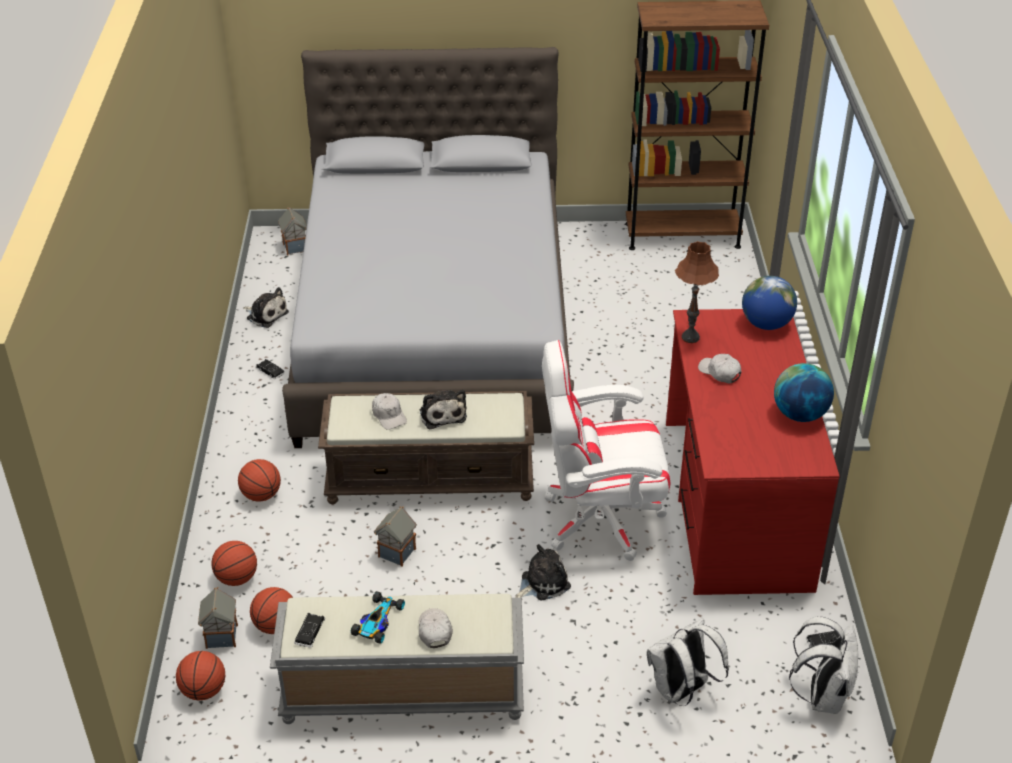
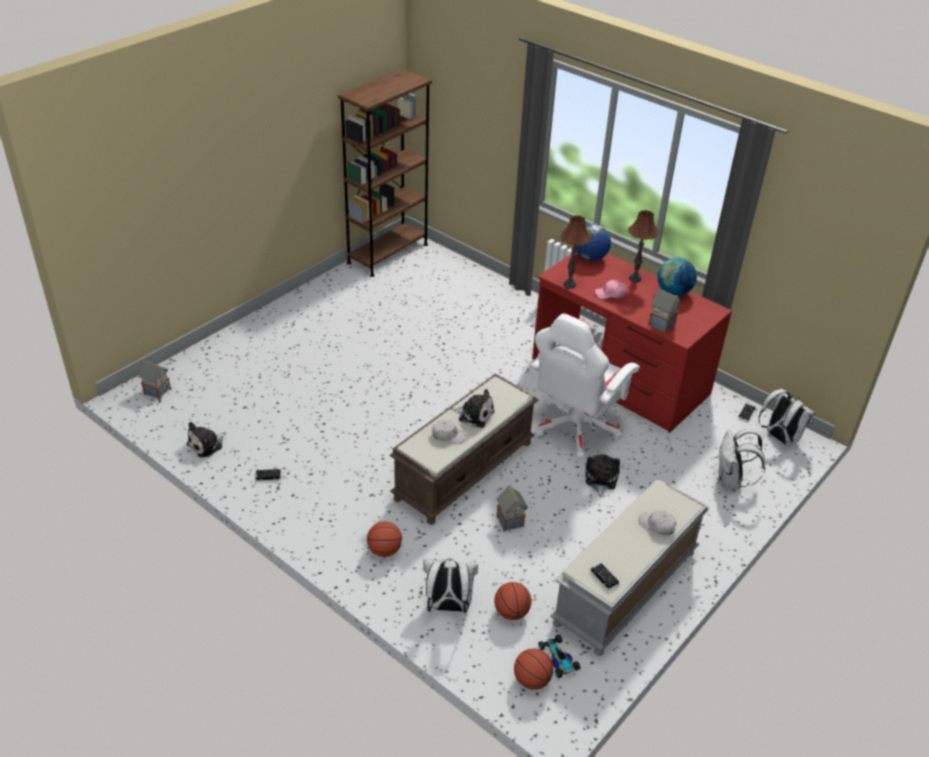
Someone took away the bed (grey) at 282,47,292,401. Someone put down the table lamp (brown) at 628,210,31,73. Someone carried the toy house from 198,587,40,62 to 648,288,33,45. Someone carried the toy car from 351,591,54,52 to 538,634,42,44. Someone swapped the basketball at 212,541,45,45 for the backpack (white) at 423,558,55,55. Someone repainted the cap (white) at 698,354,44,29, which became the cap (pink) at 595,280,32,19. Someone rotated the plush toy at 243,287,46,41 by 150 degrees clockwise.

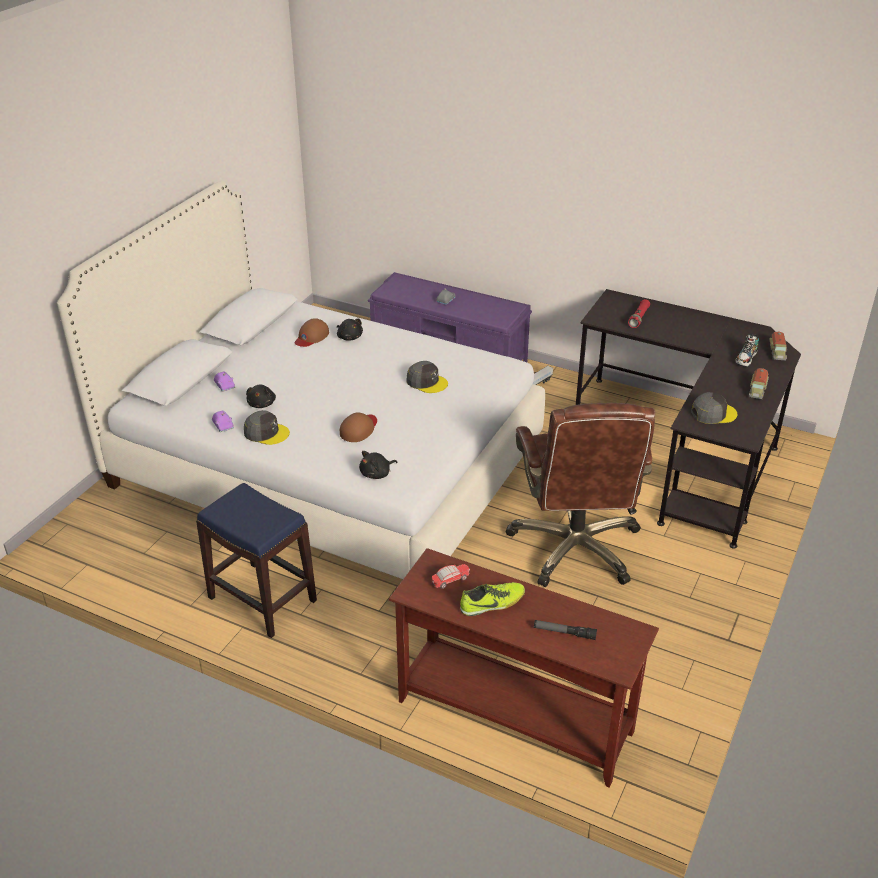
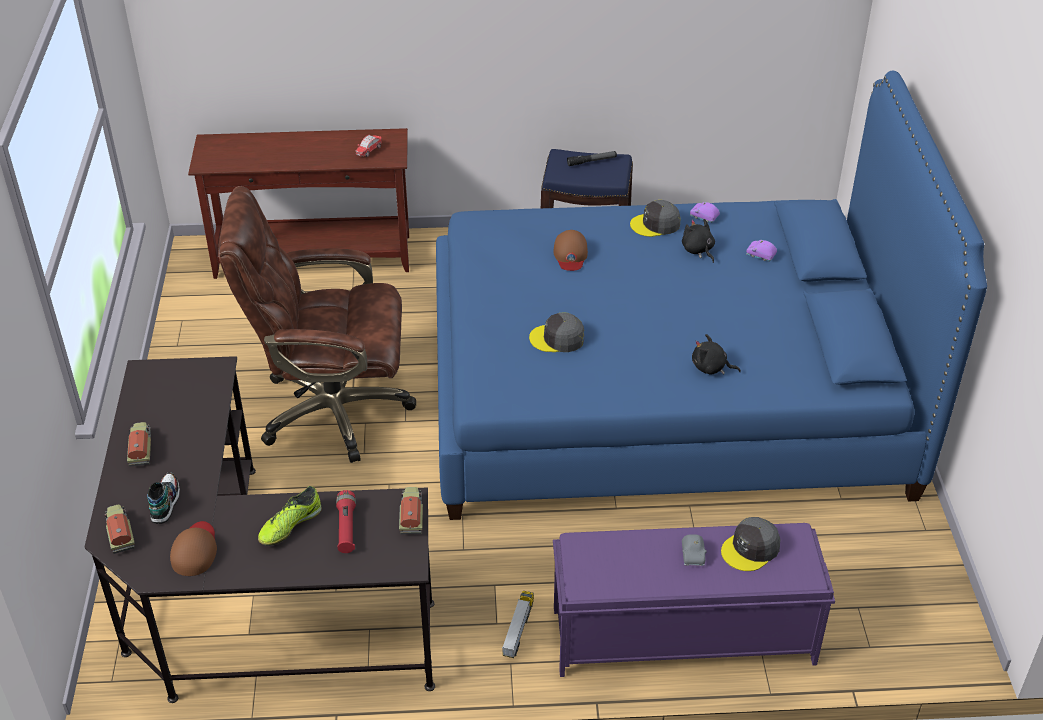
Someone took away the plush toy (black) at 359,451,38,28. Someone put down the toy truck at 399,487,24,47. Someone carried the cap (brown) from 294,318,35,29 to 170,521,47,55. Someone carried the shoe from 460,582,65,34 to 258,486,64,60. Someone carried the flashlight from 534,620,63,20 to 567,151,50,15. Someone carried the cap (grey) from 691,392,46,32 to 721,517,59,54. Someone repainted the bed (white) at 57,181,488,398, which became the bed (blue) at 436,71,551,449. Someone rotated the office chair (brown) at 506,403,149,184 by 60 degrees counterclockwise.

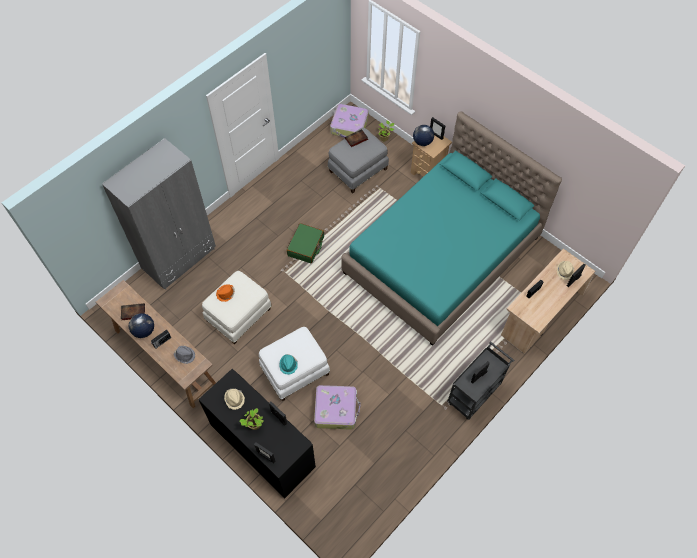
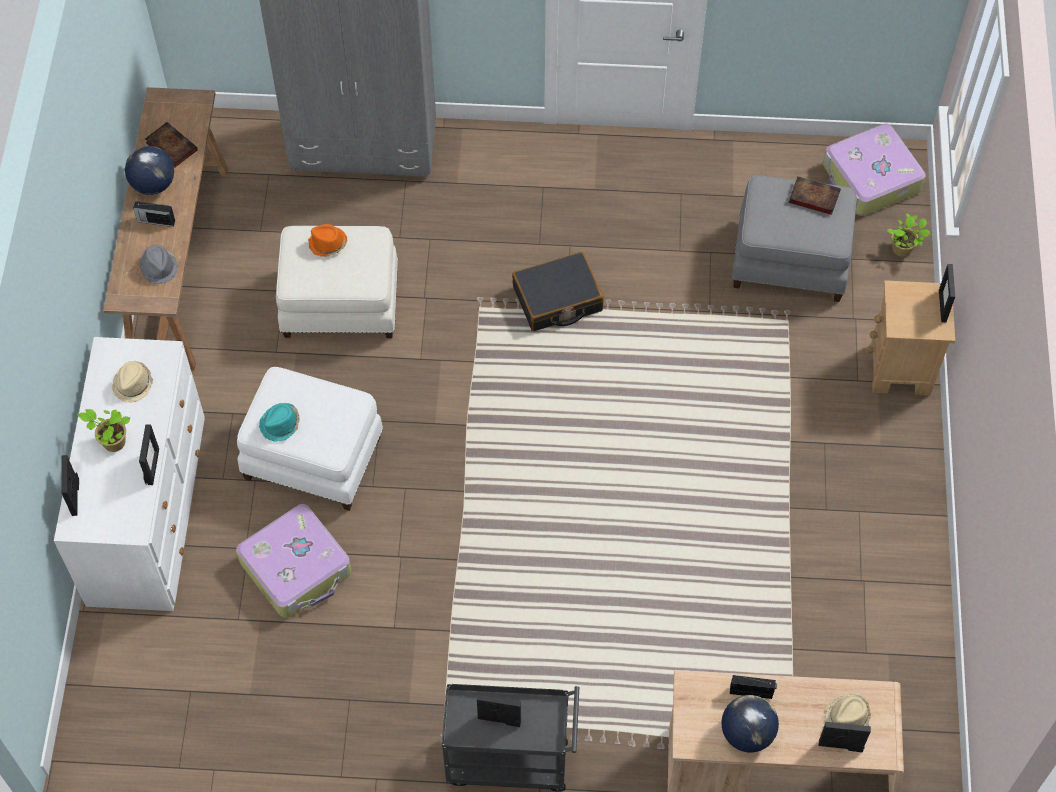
Someone took away the bed (turquoise) at 341,111,221,235. Someone carried the globe from 413,125,21,21 to 722,695,57,58. Someone repainted the dresser (black) at 198,369,118,129, which became the dresser (white) at 54,337,151,274. Someone repainted the suitcase (green) at 287,223,37,40, which became the suitcase (black) at 512,252,92,79.

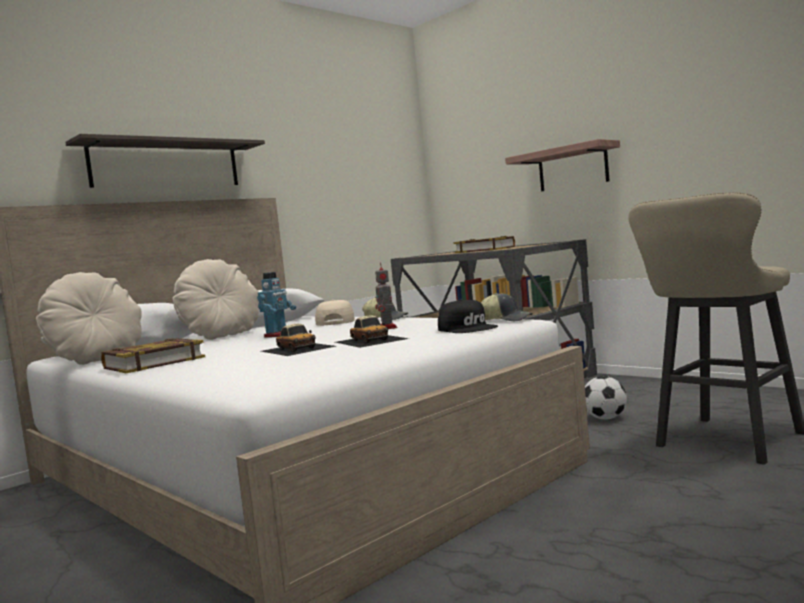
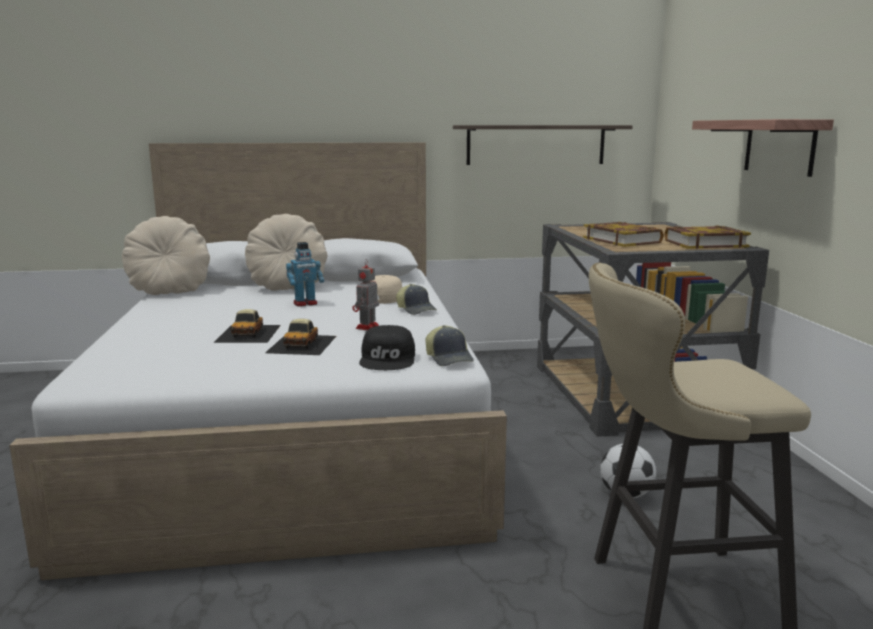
Someone carried the shelf from 65,134,200,54 to 453,125,180,40. Someone carried the book from 101,338,104,35 to 665,225,86,24.

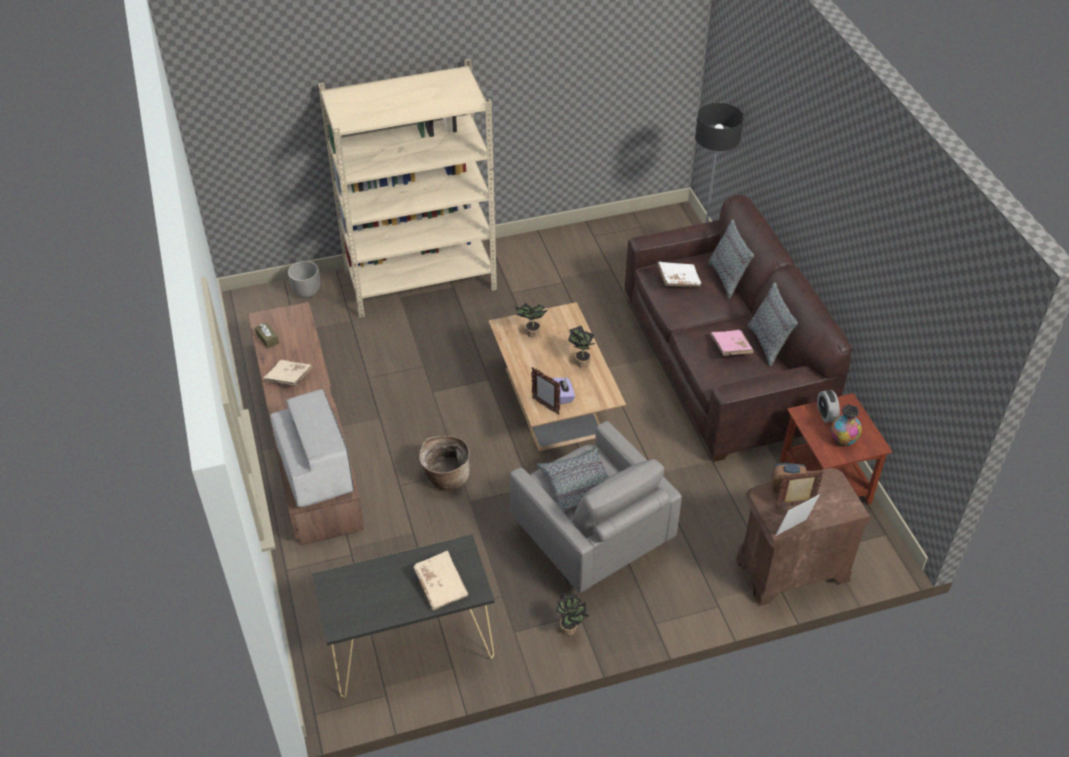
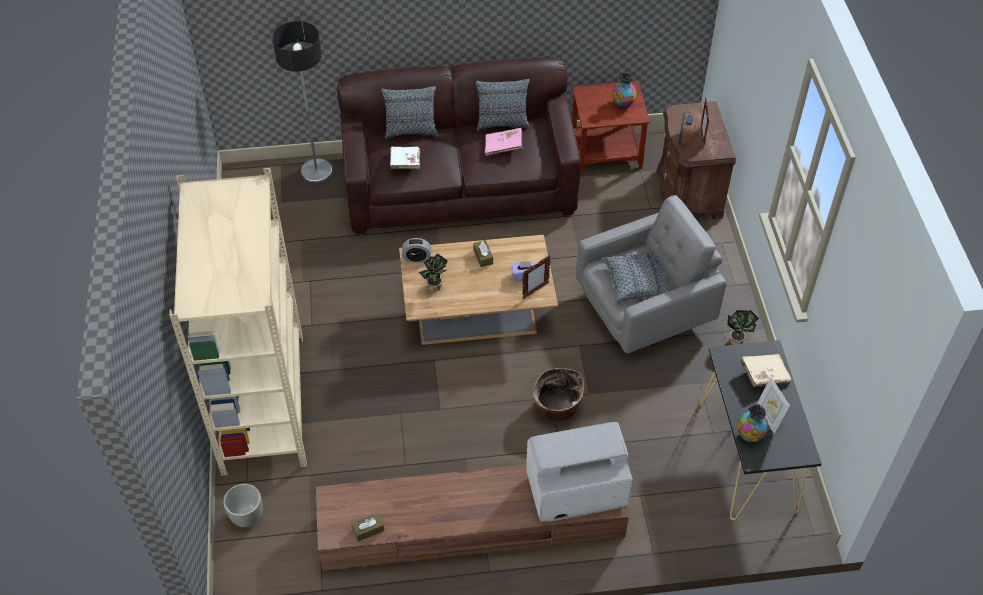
Someone took away the book (beige) at 263,360,51,26. Someone put down the vase at 737,404,31,39. Someone carried the picture frame from 775,494,45,42 to 756,377,34,57. Someone carried the alarm clock from 817,390,23,33 to 402,238,29,24. Someone swapped the potted plant at 568,325,28,43 for the tissue box (brown) at 473,240,20,27.

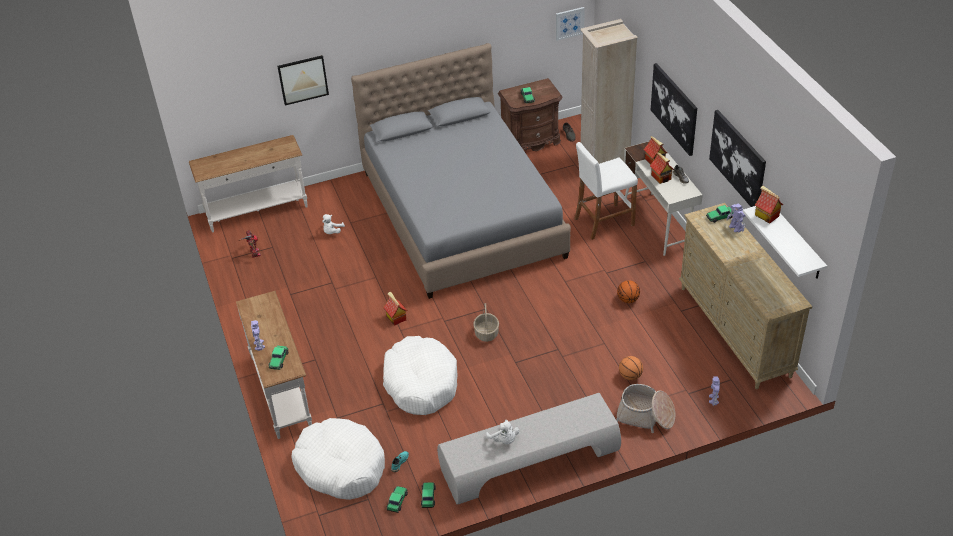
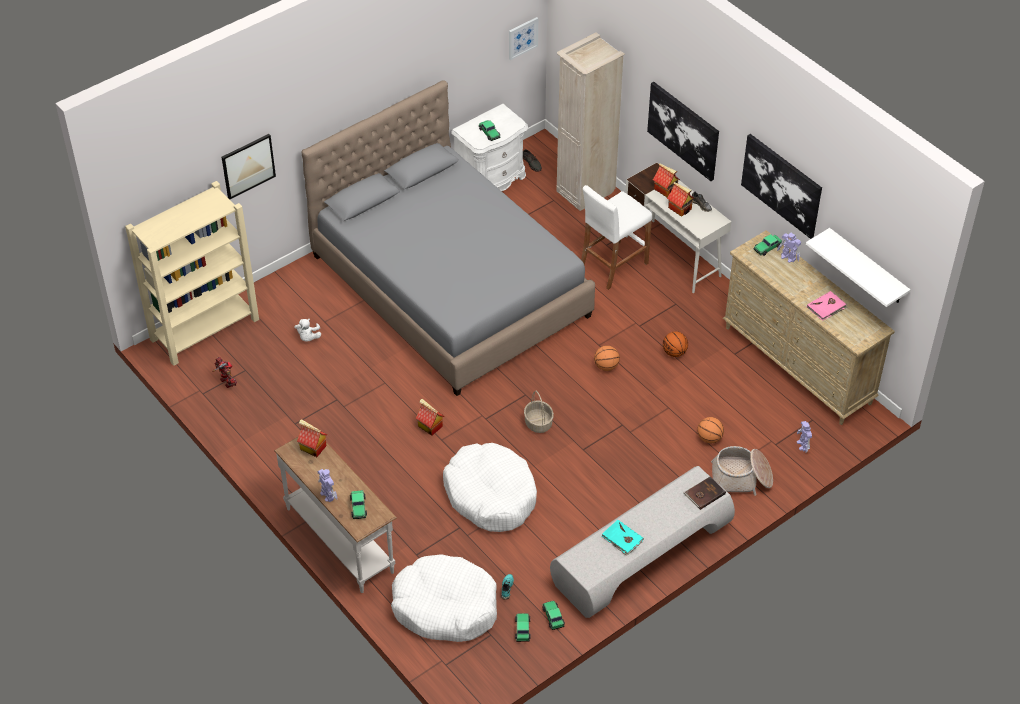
Someone put down the basketball at 594,345,26,26. Someone put down the book (brown) at 683,477,43,33. Someone put down the book (pink) at 807,291,40,30. Someone carried the toy house from 755,186,28,38 to 297,419,31,38. Someone swapped the console table (white) at 189,135,119,98 for the bookcase (beige) at 125,181,134,185. Someone swapped the plush toy (white) at 486,420,33,24 for the book (turquoise) at 601,520,43,36. Someone repainted the nightstand (brown) at 498,78,64,73, which became the nightstand (white) at 451,104,77,87.

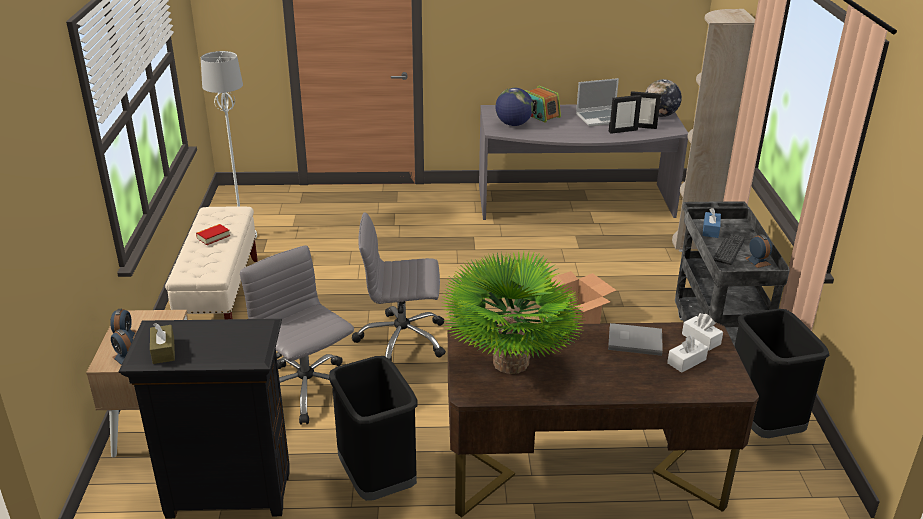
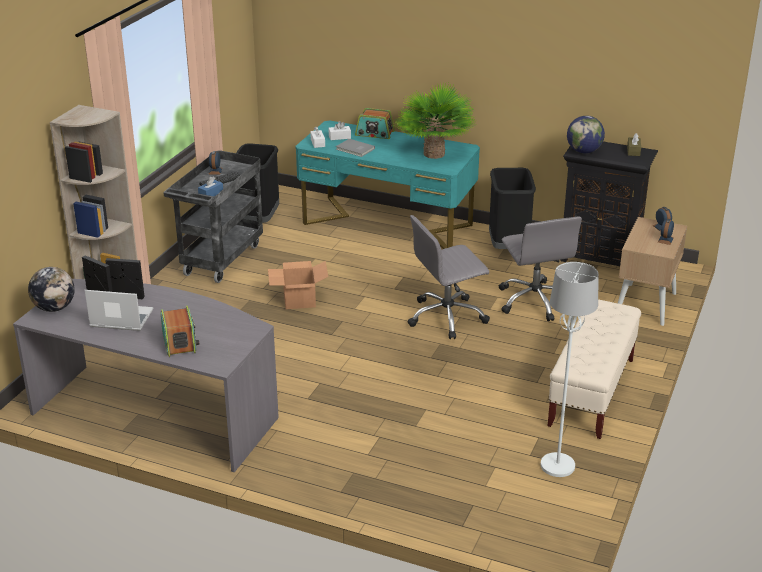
Someone took away the book at 196,224,34,21. Someone put down the radio at 355,108,40,31. Someone carried the globe from 495,88,38,38 to 567,116,38,37. Someone repainted the desk (brown) at 448,322,311,195, which became the desk (turquoise) at 296,120,184,129. Someone rotated the office chair (grey) at 352,212,94,149 by 135 degrees clockwise.

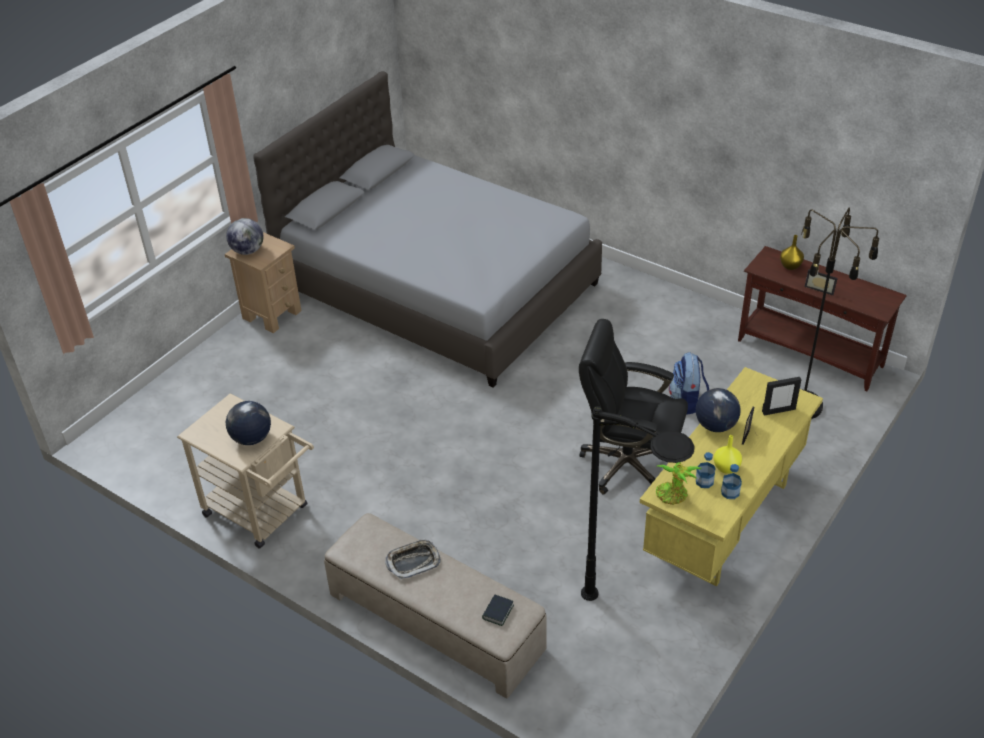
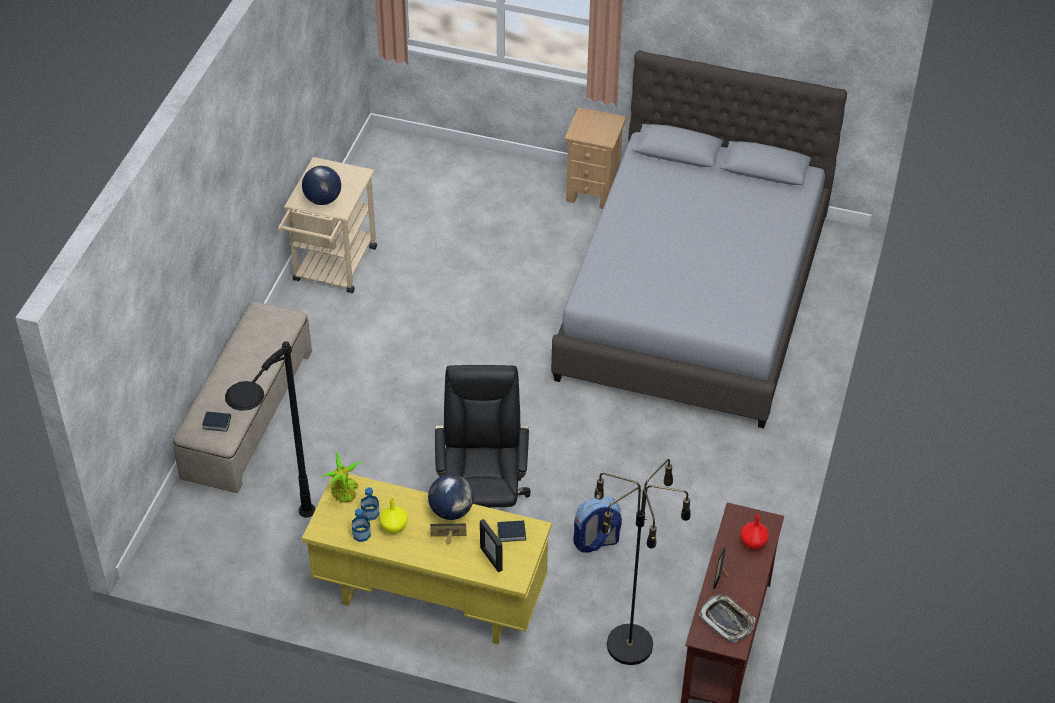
Someone took away the globe at 226,218,37,37. Someone put down the book at 497,520,29,22. Someone carried the tray from 385,538,56,42 to 699,595,56,47. Someone repainted the vase (yellow) at 780,235,24,35, which became the vase (red) at 740,514,29,36.

